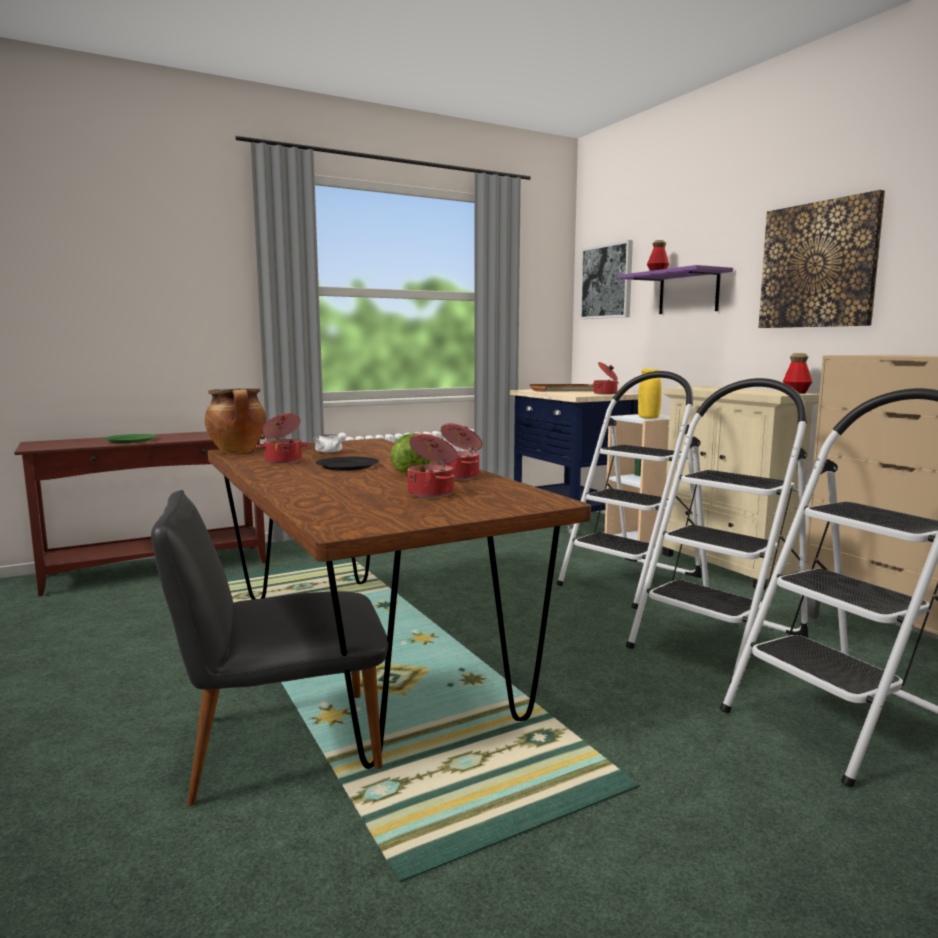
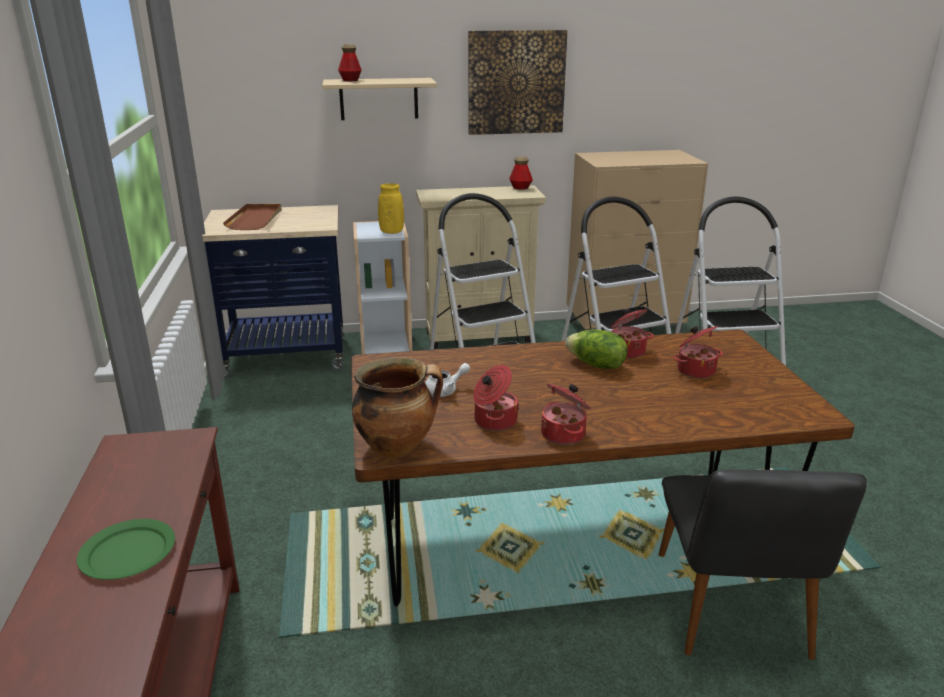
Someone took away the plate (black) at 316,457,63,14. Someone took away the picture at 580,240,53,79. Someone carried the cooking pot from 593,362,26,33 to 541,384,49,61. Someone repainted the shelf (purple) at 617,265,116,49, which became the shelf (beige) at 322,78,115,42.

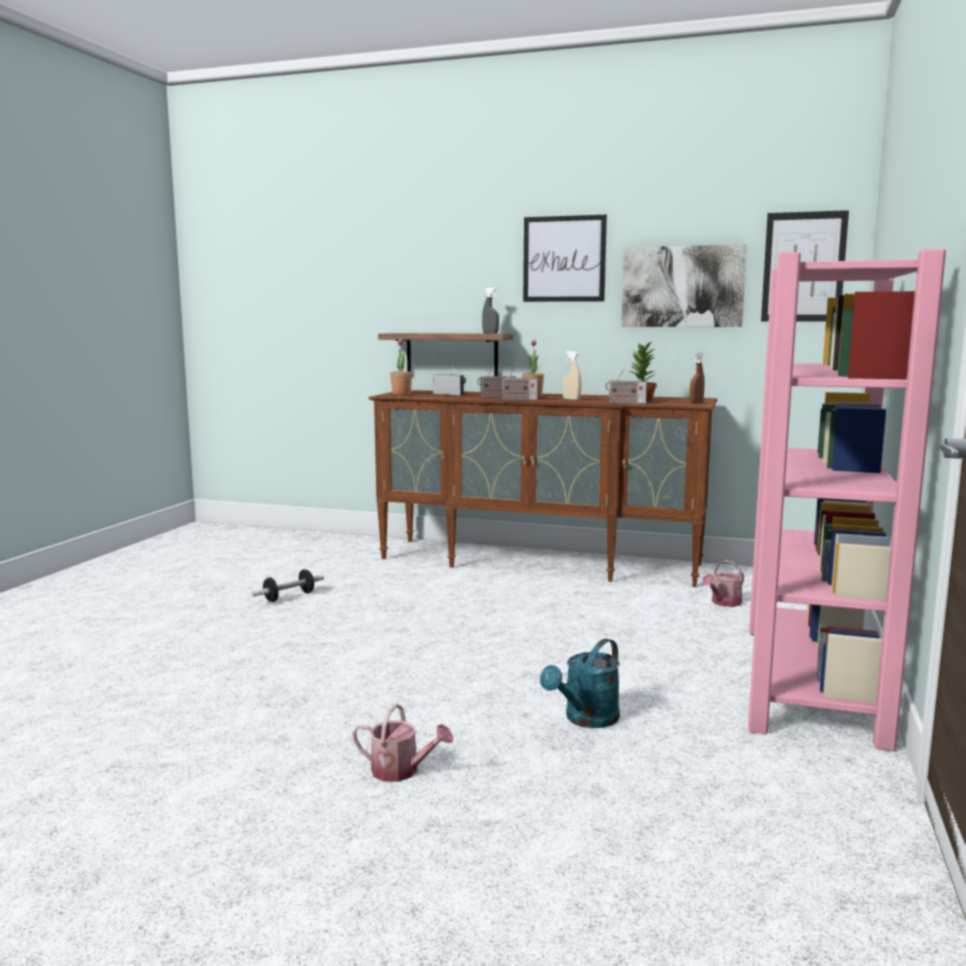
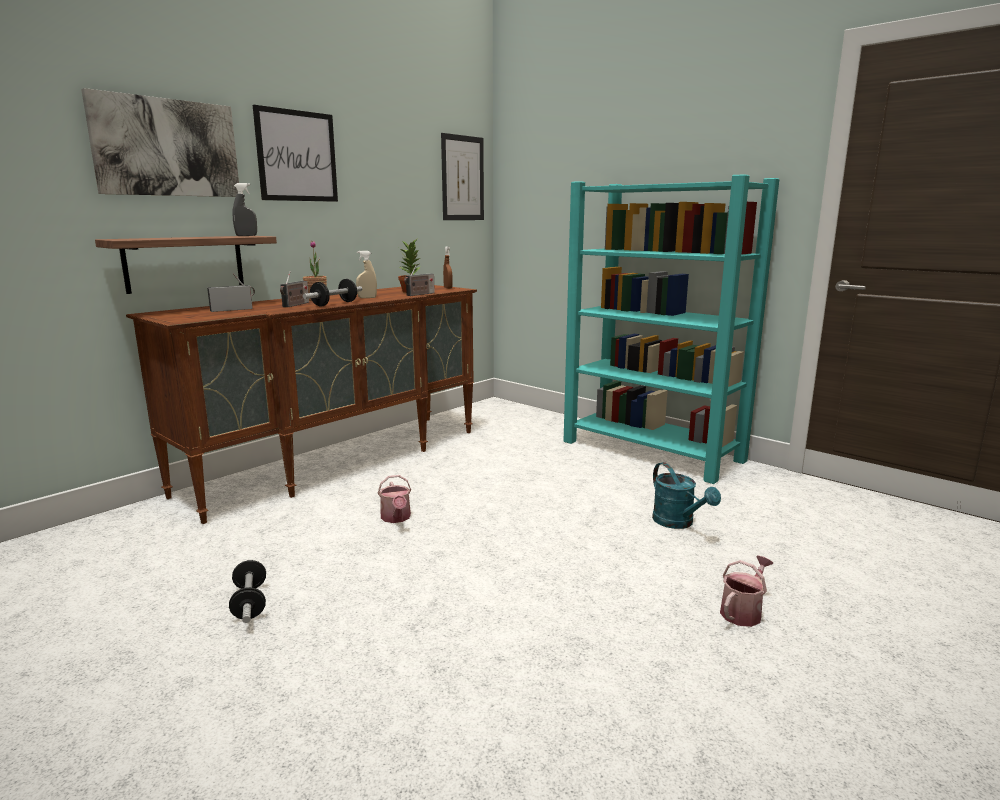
Someone took away the potted plant at 390,339,22,56. Someone carried the picture from 622,244,125,83 to 81,88,158,109. Someone carried the watering can from 702,560,42,47 to 378,475,33,48. Someone swapped the radio at 498,367,40,33 for the dumbbell at 303,279,59,28. Someone repainted the bookcase (pink) at 748,249,198,502, which became the bookcase (turquoise) at 564,174,215,310.

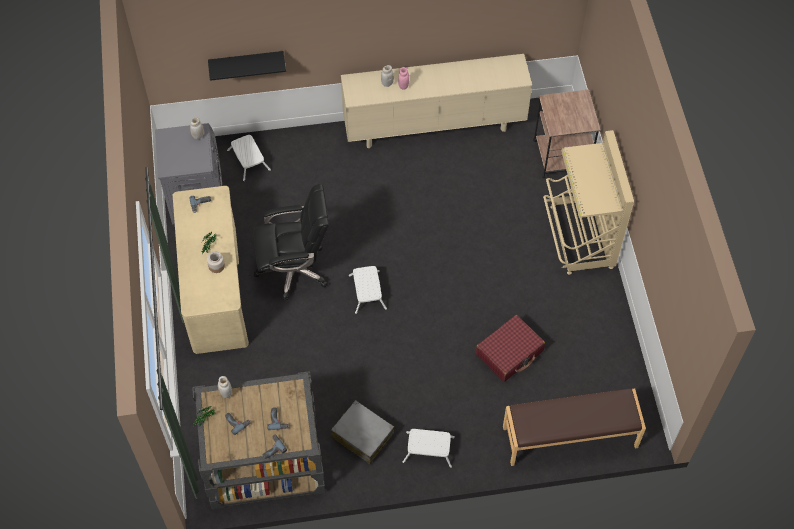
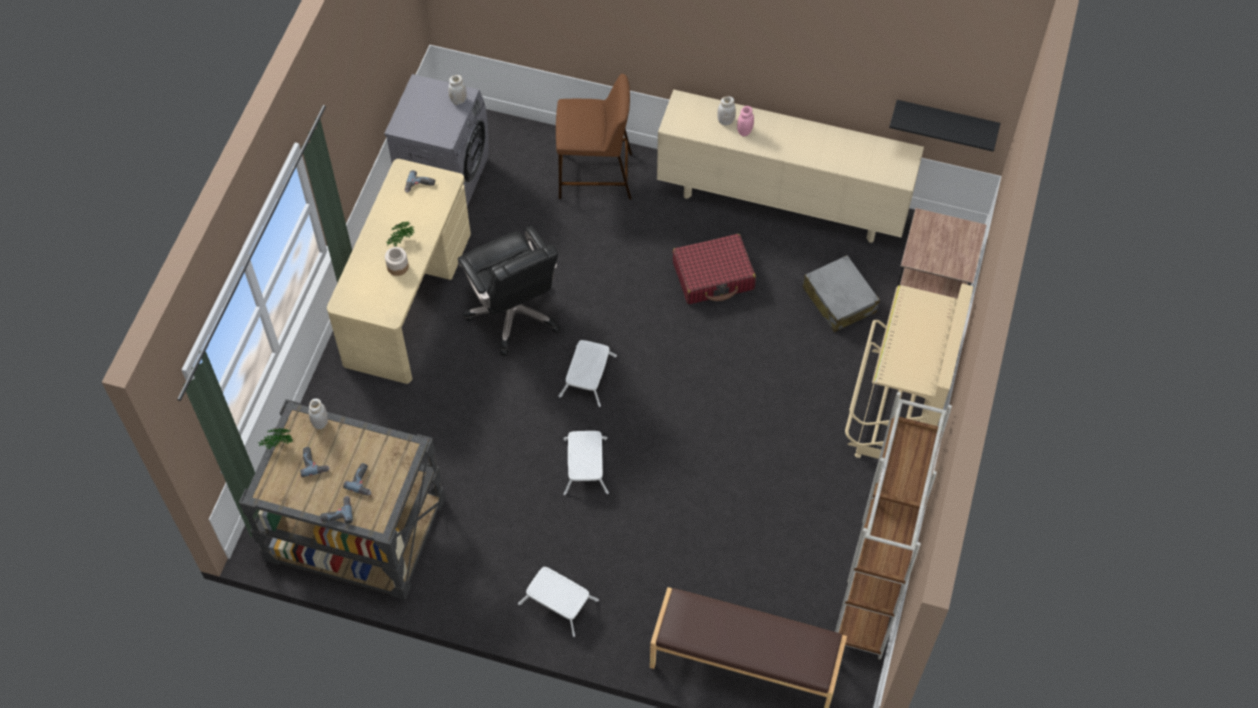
Someone put down the stool (brown) at 556,74,76,126. Someone put down the bookcase (brown) at 835,392,117,268. Someone carried the shelf (black) from 208,51,78,30 to 889,100,111,52. Someone carried the step ladder (white) from 227,135,44,46 to 563,431,46,64. Someone carried the suitcase (grey) from 331,400,63,64 to 803,255,77,78. Someone carried the suitcase (red) from 476,315,69,67 to 672,234,84,70. Someone rotated the office chair (black) at 254,184,75,116 by 45 degrees clockwise.

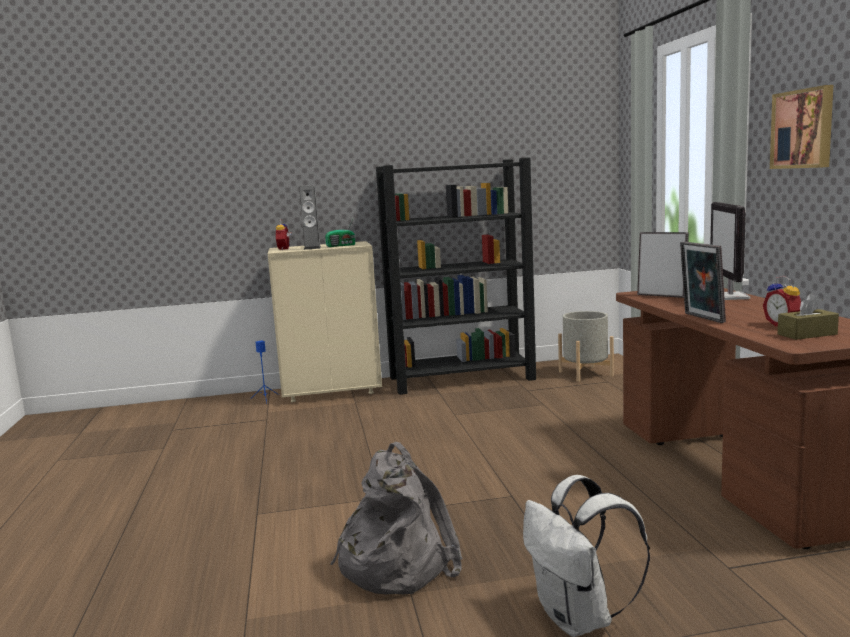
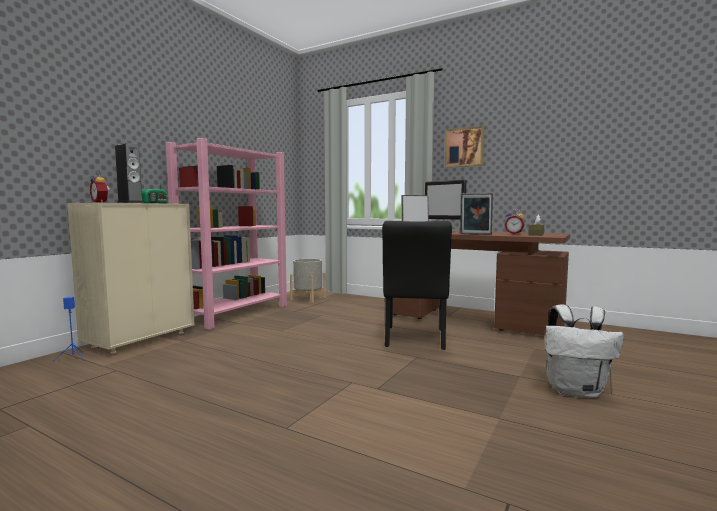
Someone took away the backpack (grey) at 331,442,132,152. Someone put down the chair (black) at 382,221,70,129. Someone repainted the bookcase (black) at 376,157,160,238, which became the bookcase (pink) at 166,138,121,191.

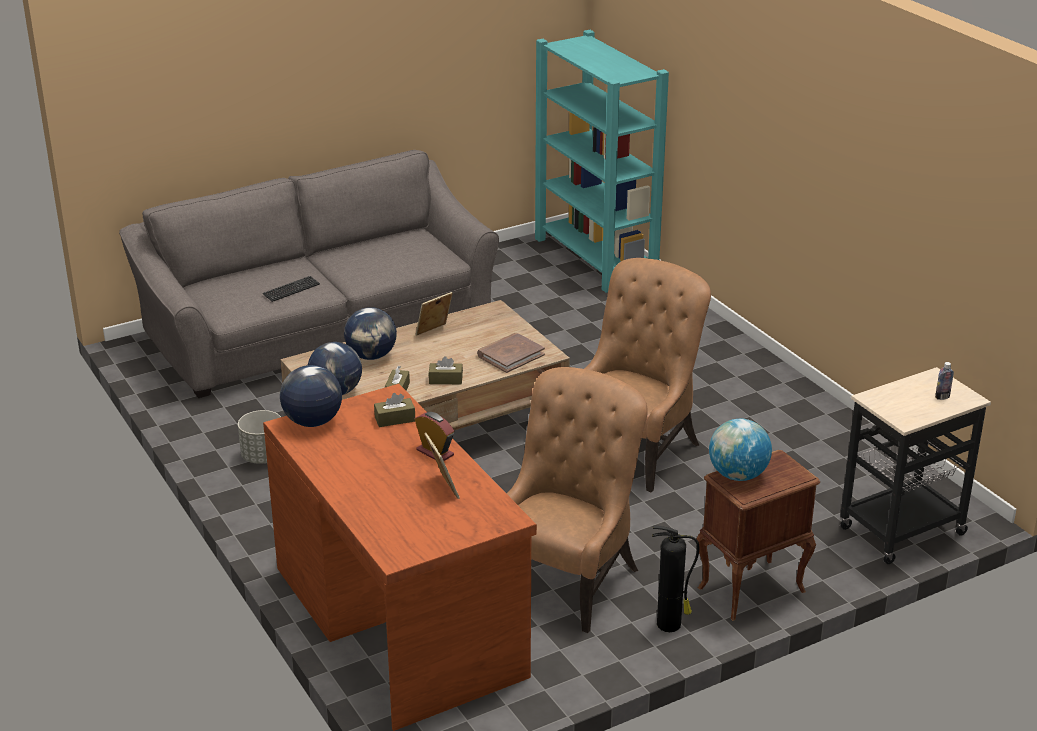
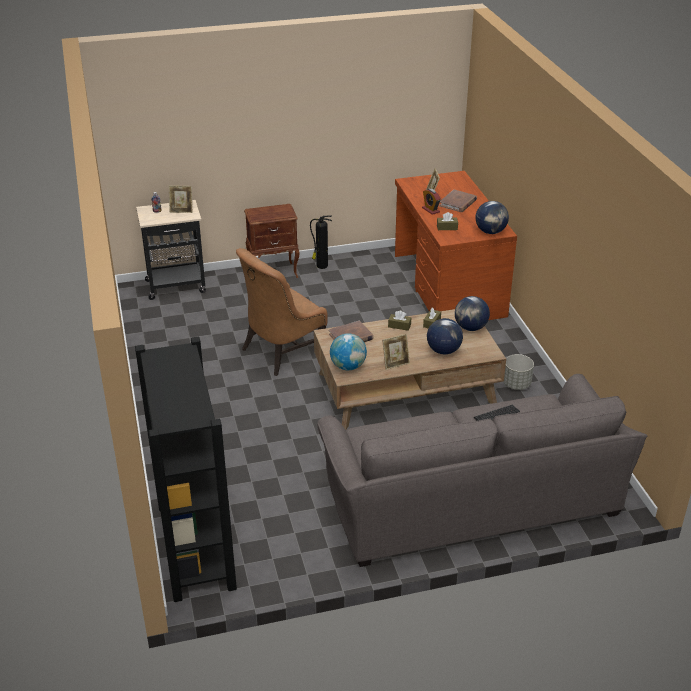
Someone took away the chair (brown) at 507,367,141,266. Someone put down the picture frame at 169,185,23,28. Someone put down the book (brown) at 439,189,38,23. Someone carried the globe from 709,419,63,62 to 330,333,37,37. Someone repainted the bookcase (turquoise) at 535,30,134,263, which became the bookcase (black) at 135,337,102,265.

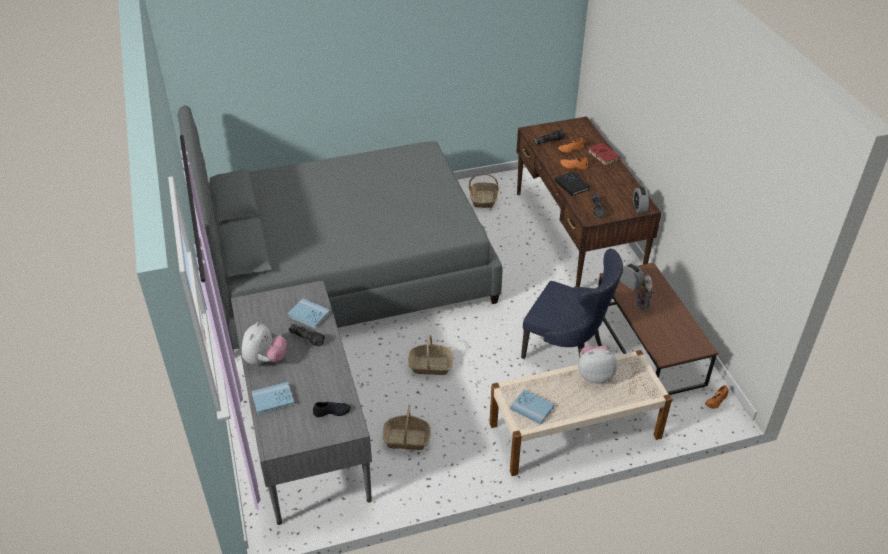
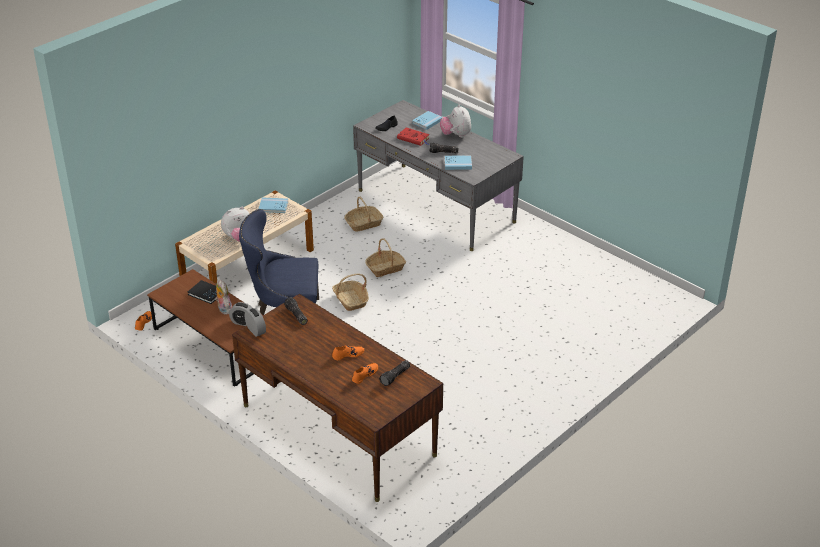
Someone took away the bed (grey) at 178,105,325,249. Someone carried the basket from 469,173,30,35 to 332,273,37,38. Someone carried the book (black) from 555,172,35,24 to 187,280,30,24. Someone carried the book (red) from 588,143,33,23 to 397,128,32,18.

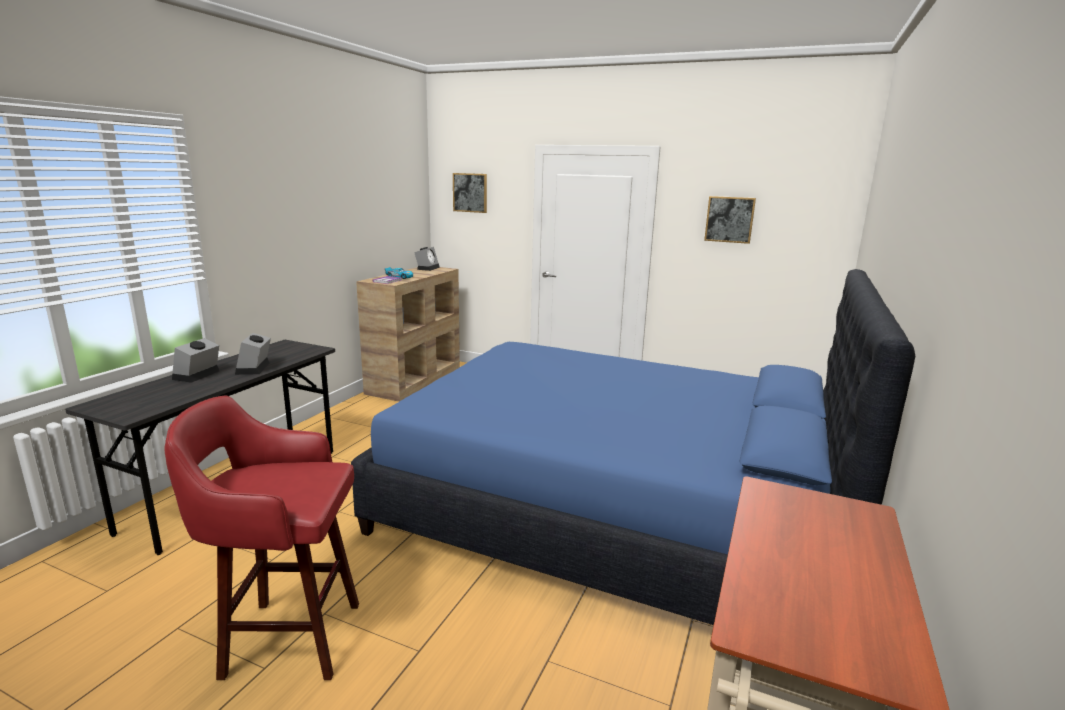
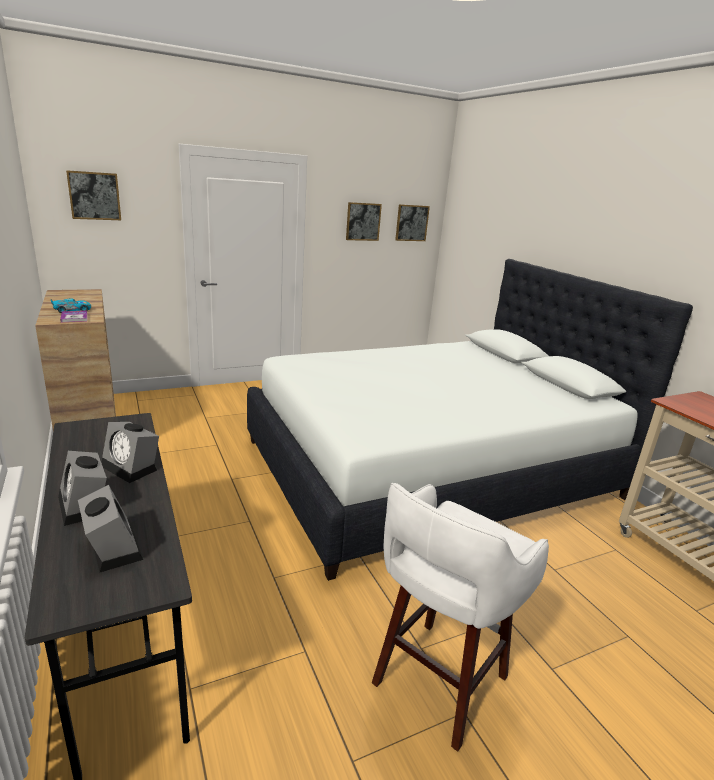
Someone put up the picture at 395,204,35,37. Someone carried the alarm clock from 414,247,26,24 to 78,485,65,87. Someone repainted the stool (red) at 164,395,195,285, which became the stool (white) at 372,483,177,269. Someone repainted the bed (blue) at 351,269,564,356, which became the bed (white) at 247,259,446,322.

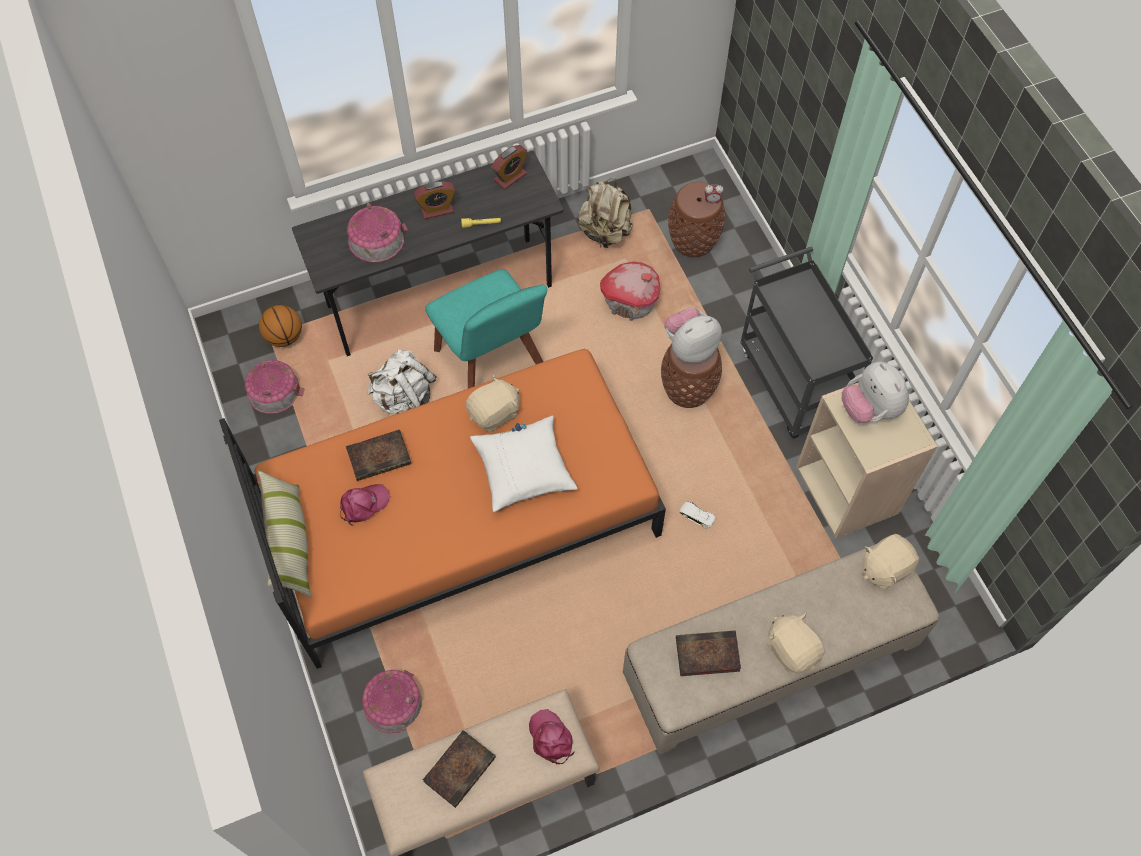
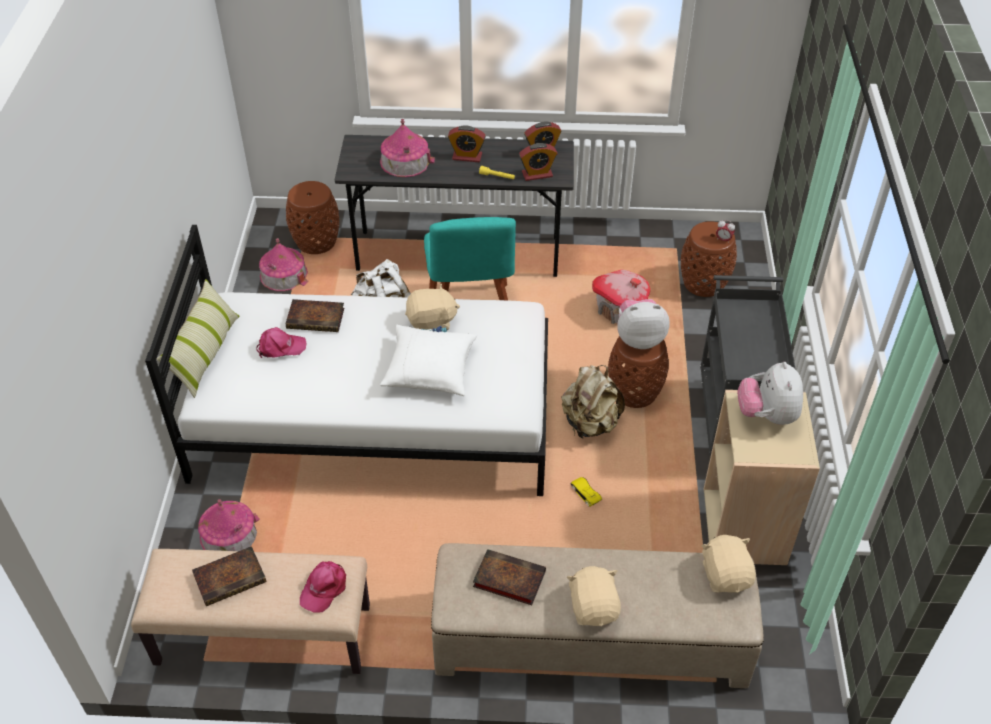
Someone put down the alarm clock at 519,143,38,38. Someone carried the backpack (beige) from 578,178,55,70 to 562,365,63,73. Someone swapped the basketball at 259,305,43,42 for the stool (brown) at 286,181,53,73. Someone repainted the bed (orange) at 219,349,447,320, which became the bed (white) at 145,225,403,271. Someone repainted the toy car (white) at 679,502,37,27, which became the toy car (yellow) at 570,477,32,30. Someone rotated the cap (pink) at 529,709,46,55 by 150 degrees counterclockwise. Someone rotated the plush toy (beige) at 861,534,58,56 by 90 degrees clockwise.

